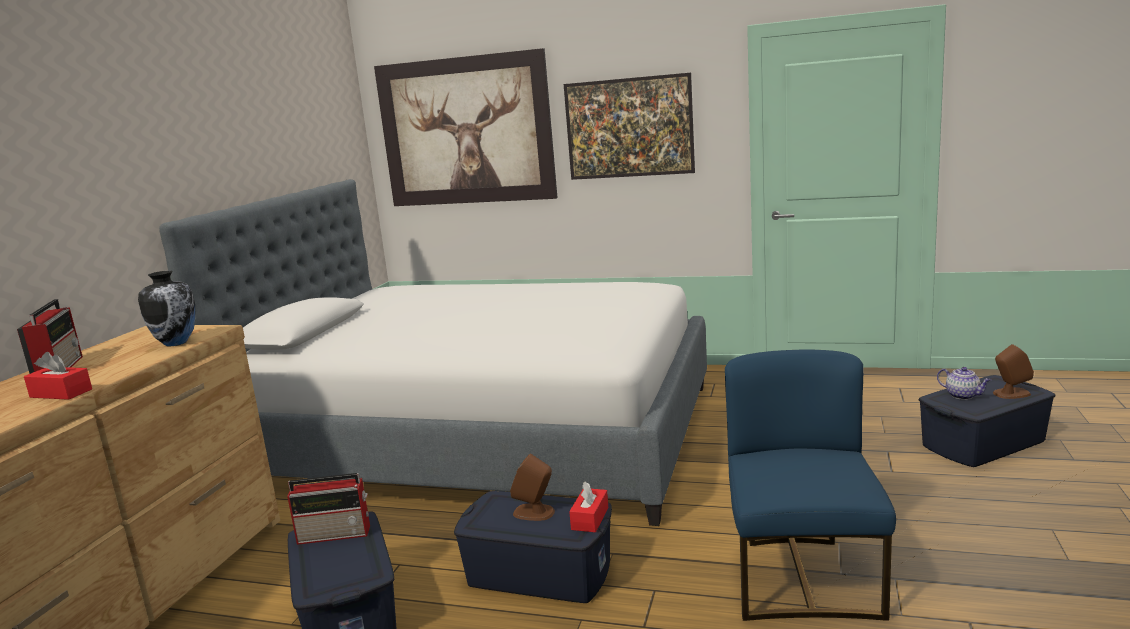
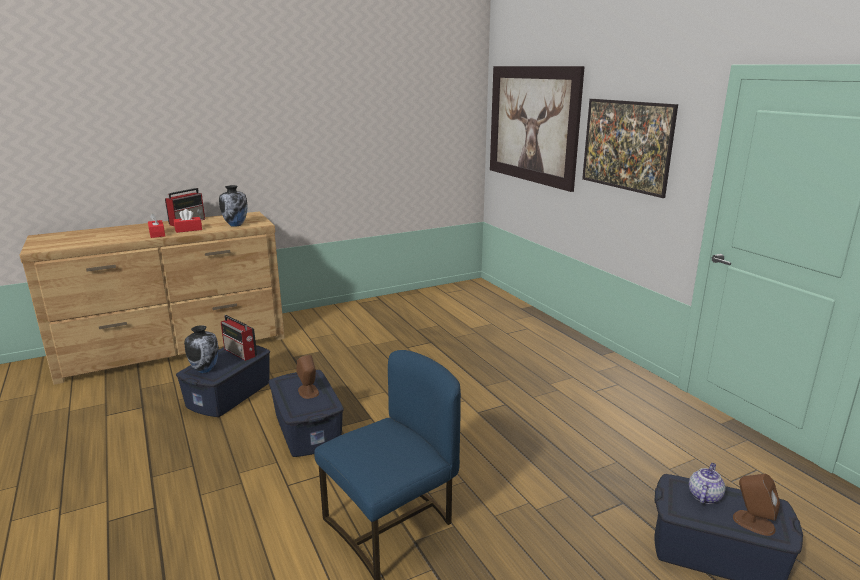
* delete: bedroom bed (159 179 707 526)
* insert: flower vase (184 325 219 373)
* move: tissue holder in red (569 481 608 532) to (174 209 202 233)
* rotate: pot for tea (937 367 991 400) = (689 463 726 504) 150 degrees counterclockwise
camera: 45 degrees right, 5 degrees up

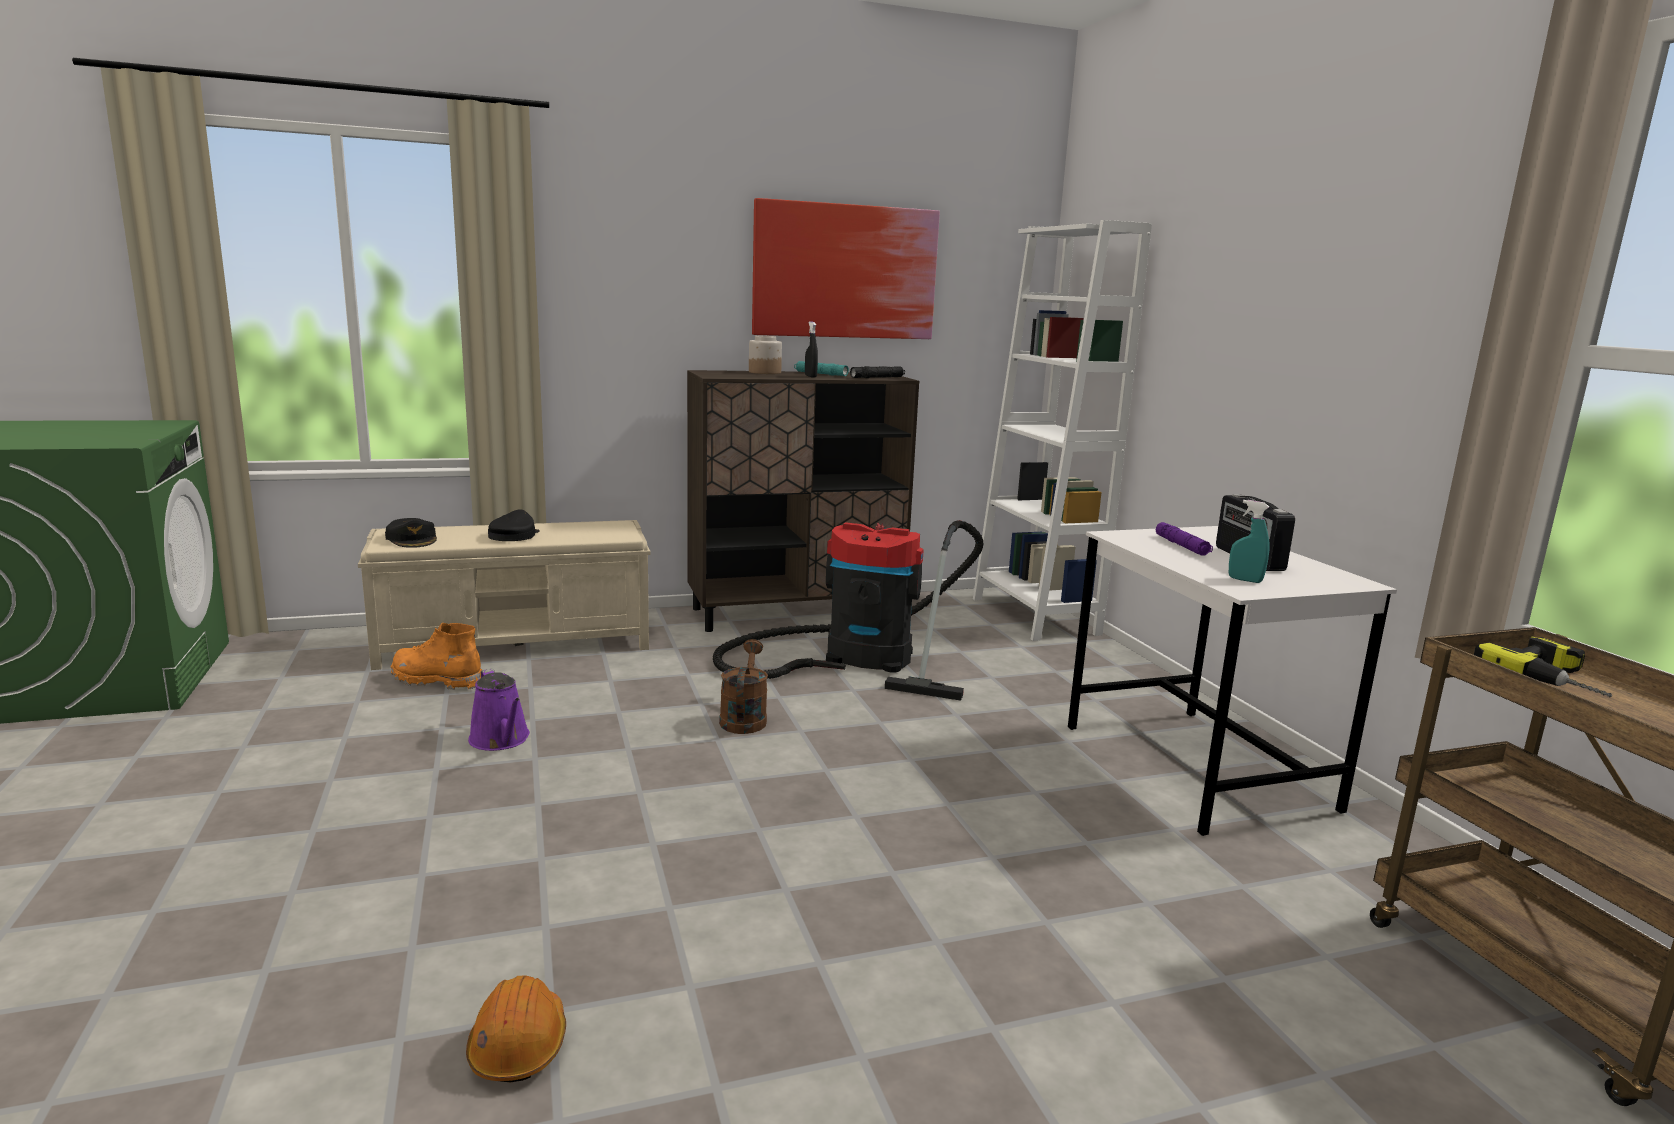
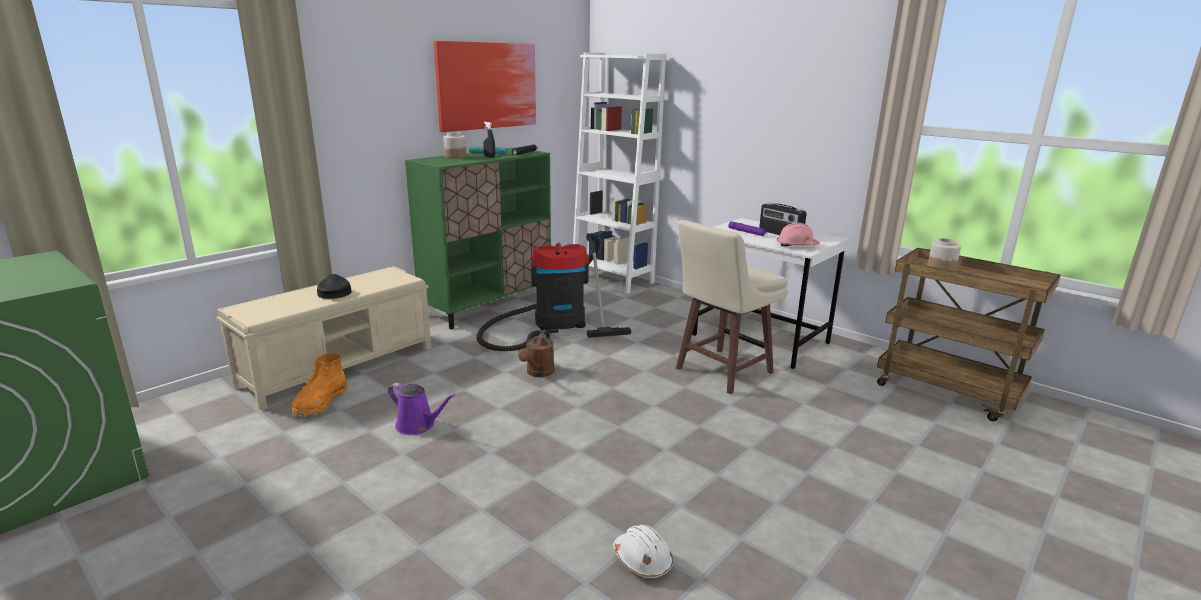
* delete: cap in blackish (385 518 437 548)
* insert: stool seat in sand-coloured (676 220 788 394)
* replace: spray bottle in turquoise (1229 500 1270 583) to hard hat in pink-coloured (777 223 820 247)
* replace: drill (1474 636 1612 697) to storage jar (927 238 961 271)
* recolor: hard hat in orange (466 975 566 1082) to hard hat in white-coloured (613 525 673 578)
* recolor: cabinet in brown-coloured (687 370 919 632) to cabinet in green-coloured (405 147 551 329)
* rotate: high-top boot in orange (390 623 482 690) = (292 353 348 418) 60 degrees counterclockwise
* rotate: sprinkling can in brown-coloured (719 639 768 734) = (518 330 555 377) 135 degrees counterclockwise
camera: 30 degrees left, 5 degrees up

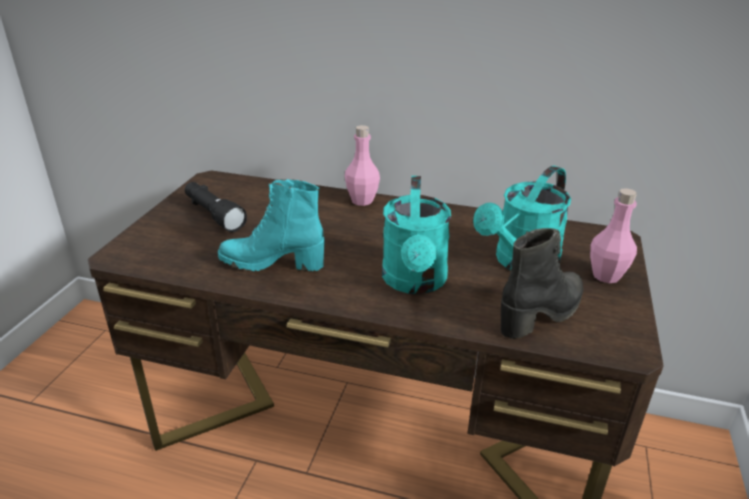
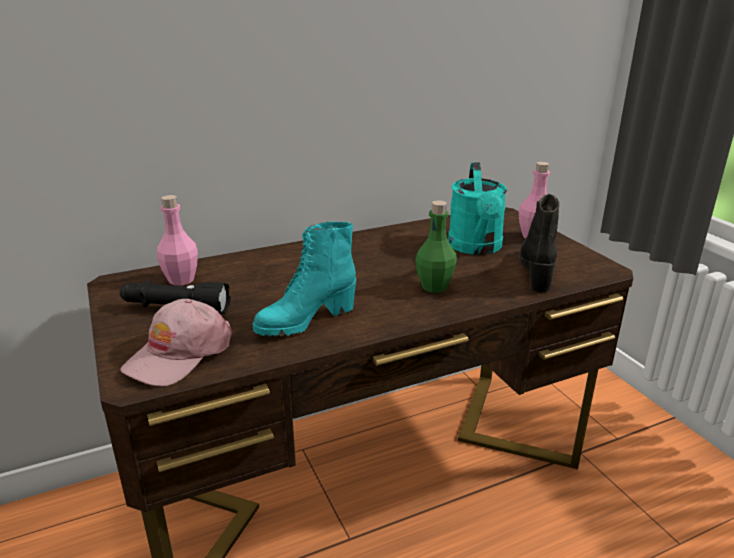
* insert: cap in pink-coloured (120 299 232 386)
* move: drink bottle in pink-coloured (345 125 380 206) to (157 195 198 286)
* replace: sprinkling can in turquoise (382 176 451 294) to drink bottle in green-coloured (415 200 457 293)
camera: 40 degrees left, 5 degrees down

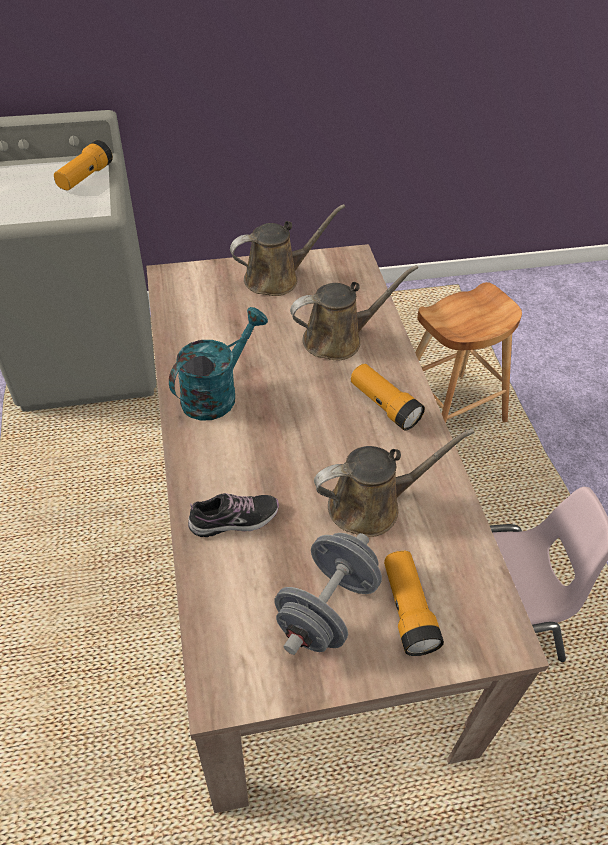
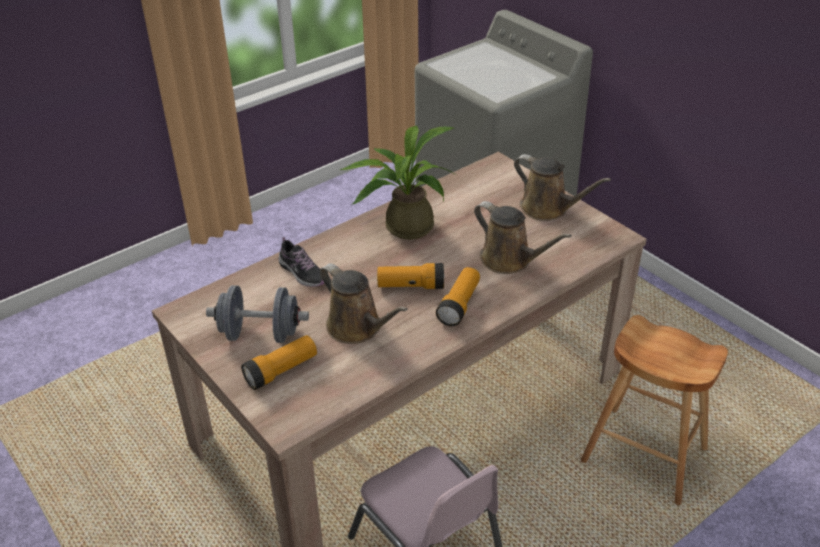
* move: flashlight (54 140 113 190) to (377 263 444 289)
* replace: sprinkling can in turquoise (169 307 268 421) to houseplant (339 126 457 239)
camera: 65 degrees right, 10 degrees down

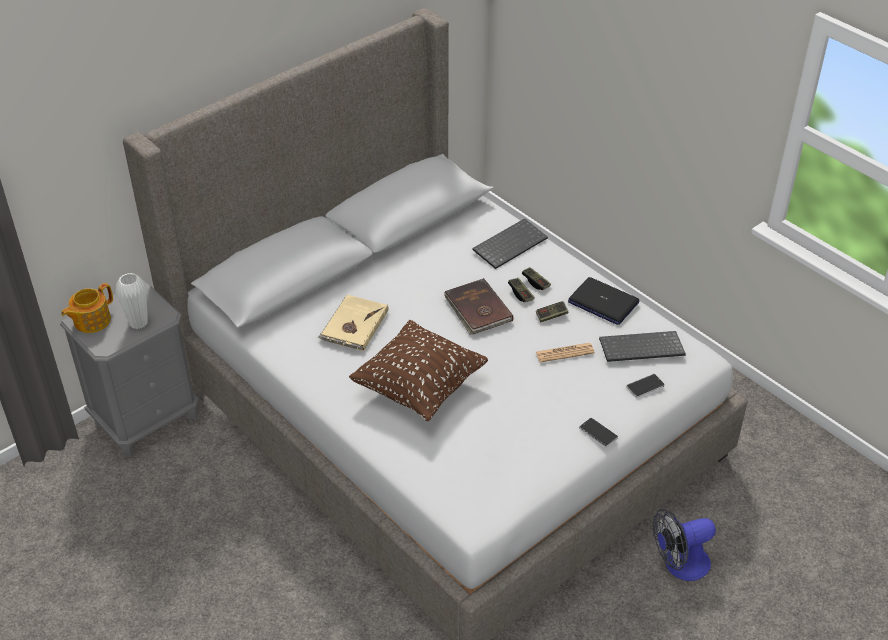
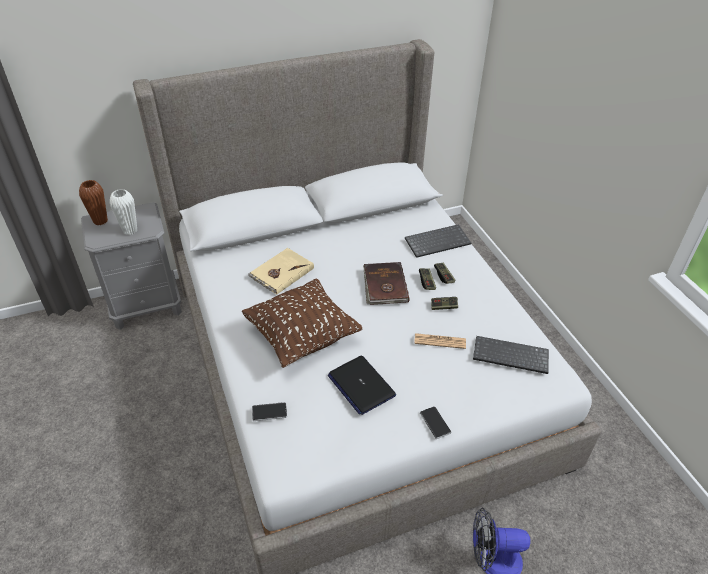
* move: notebook computer (568 277 640 325) to (328 355 396 415)
* move: telephone (626 374 665 398) to (252 402 287 421)
* replace: pot for tea (61 283 113 333) to flower vase in brown-coloured (79 180 108 225)
camera: 20 degrees right, 0 degrees up

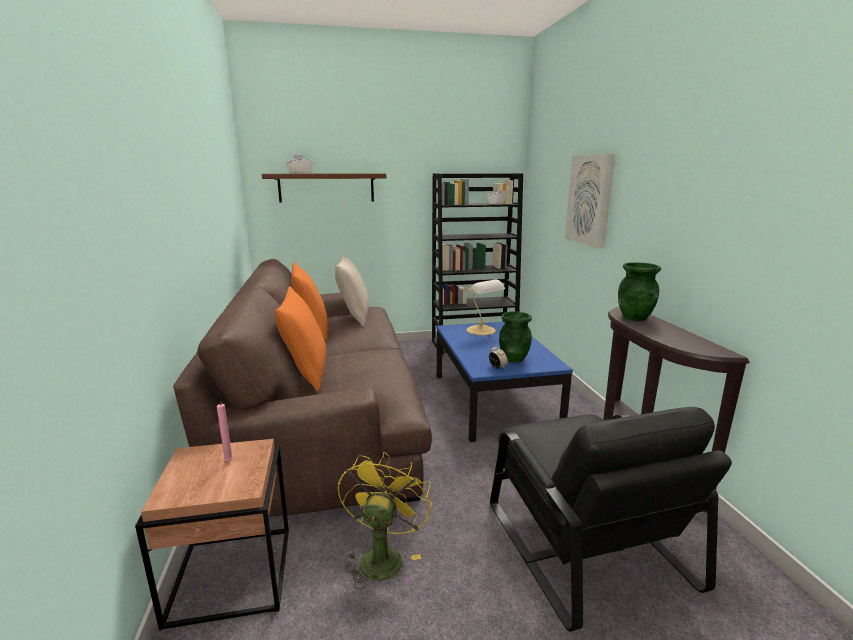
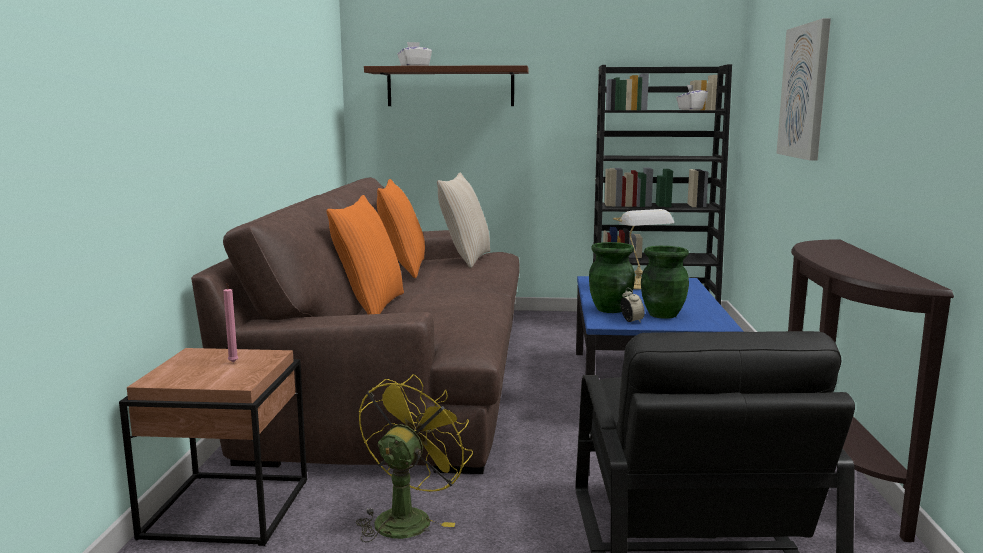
* move: flower vase in green-coloured (618 262 661 321) to (589 242 635 313)
camera: 15 degrees right, 5 degrees down

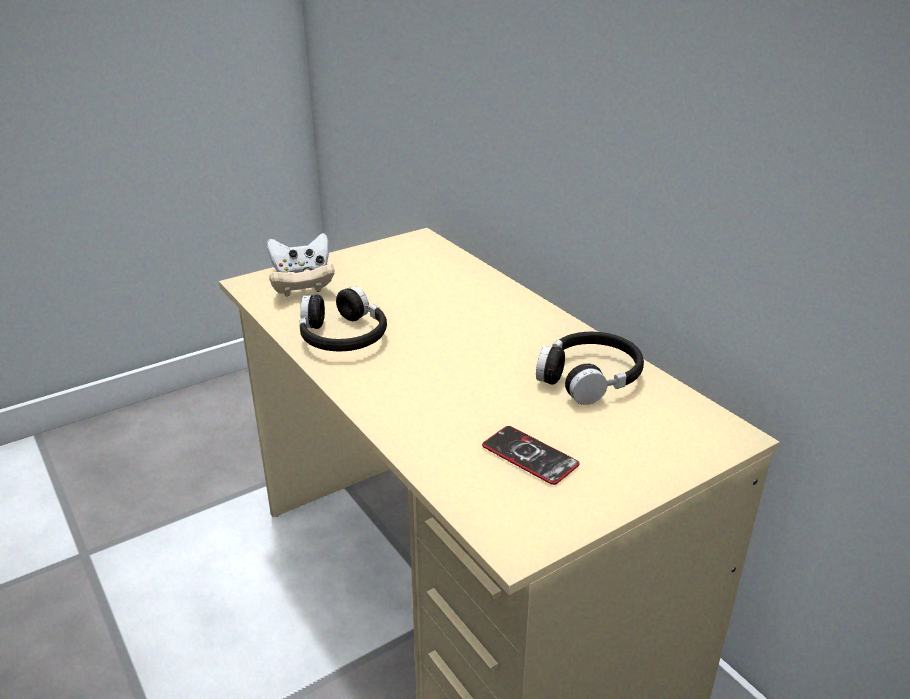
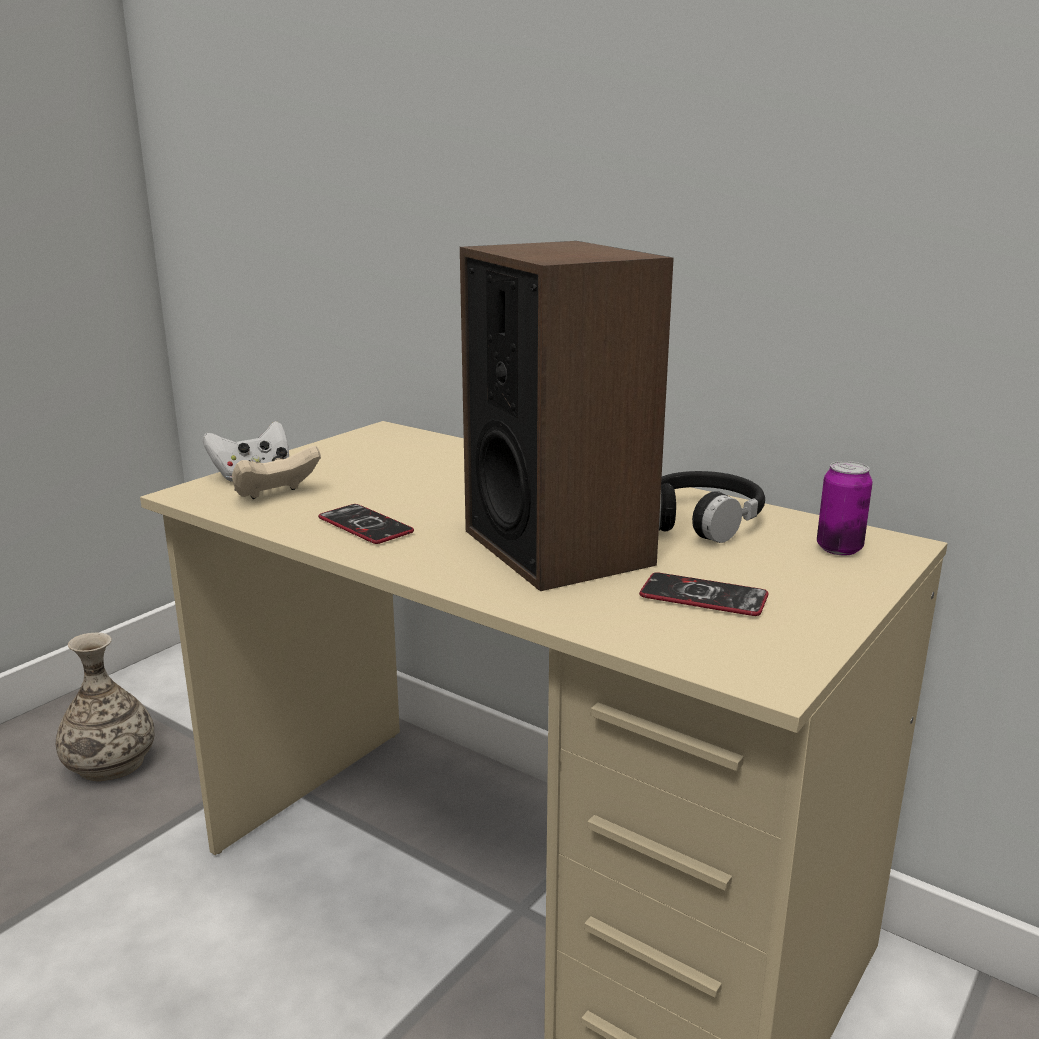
* insert: flower vase (56 633 155 781)
* insert: loudspeaker (460 241 674 591)
* insert: can (817 461 873 555)
* replace: headphones in blackish (299 286 387 351) to telephone (318 504 414 544)
camera: 20 degrees left, 10 degrees down

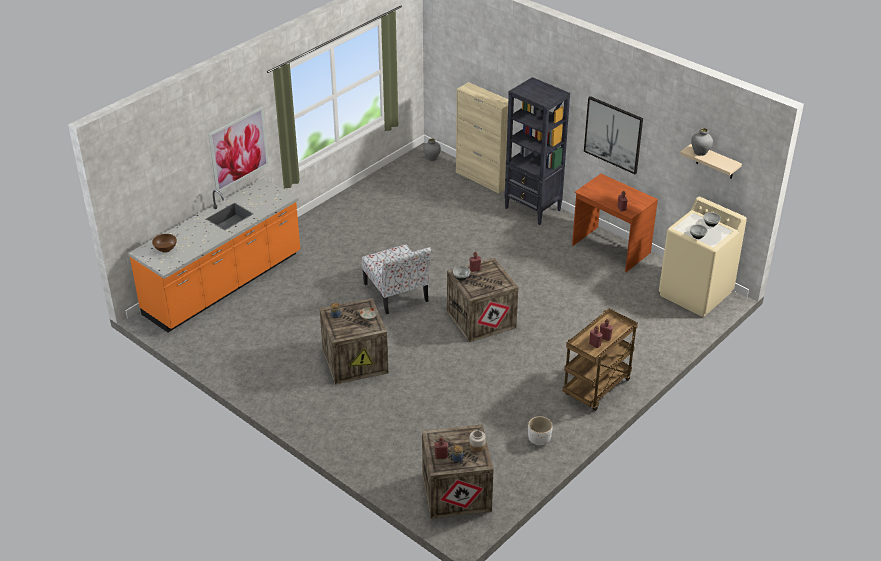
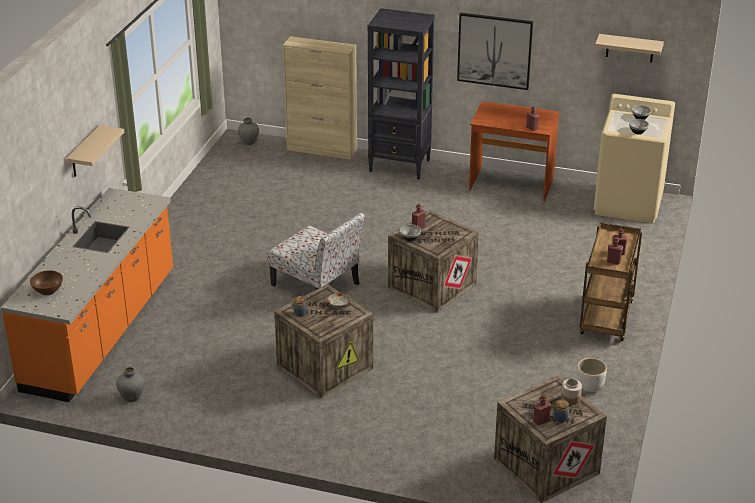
* move: flower vase in greyish (691 128 713 156) to (116 367 145 402)
* replace: picture (209 107 269 192) to wall shelf in sand-coloured (67 125 124 177)
camera: 25 degrees left, 5 degrees down

